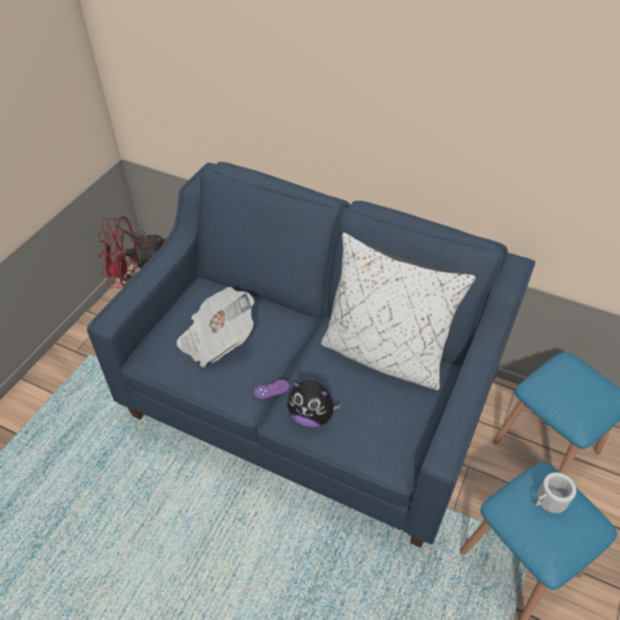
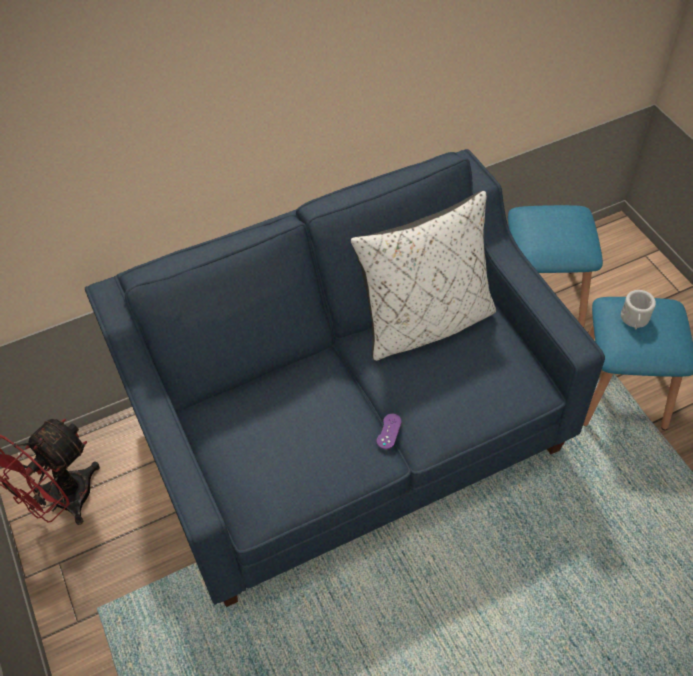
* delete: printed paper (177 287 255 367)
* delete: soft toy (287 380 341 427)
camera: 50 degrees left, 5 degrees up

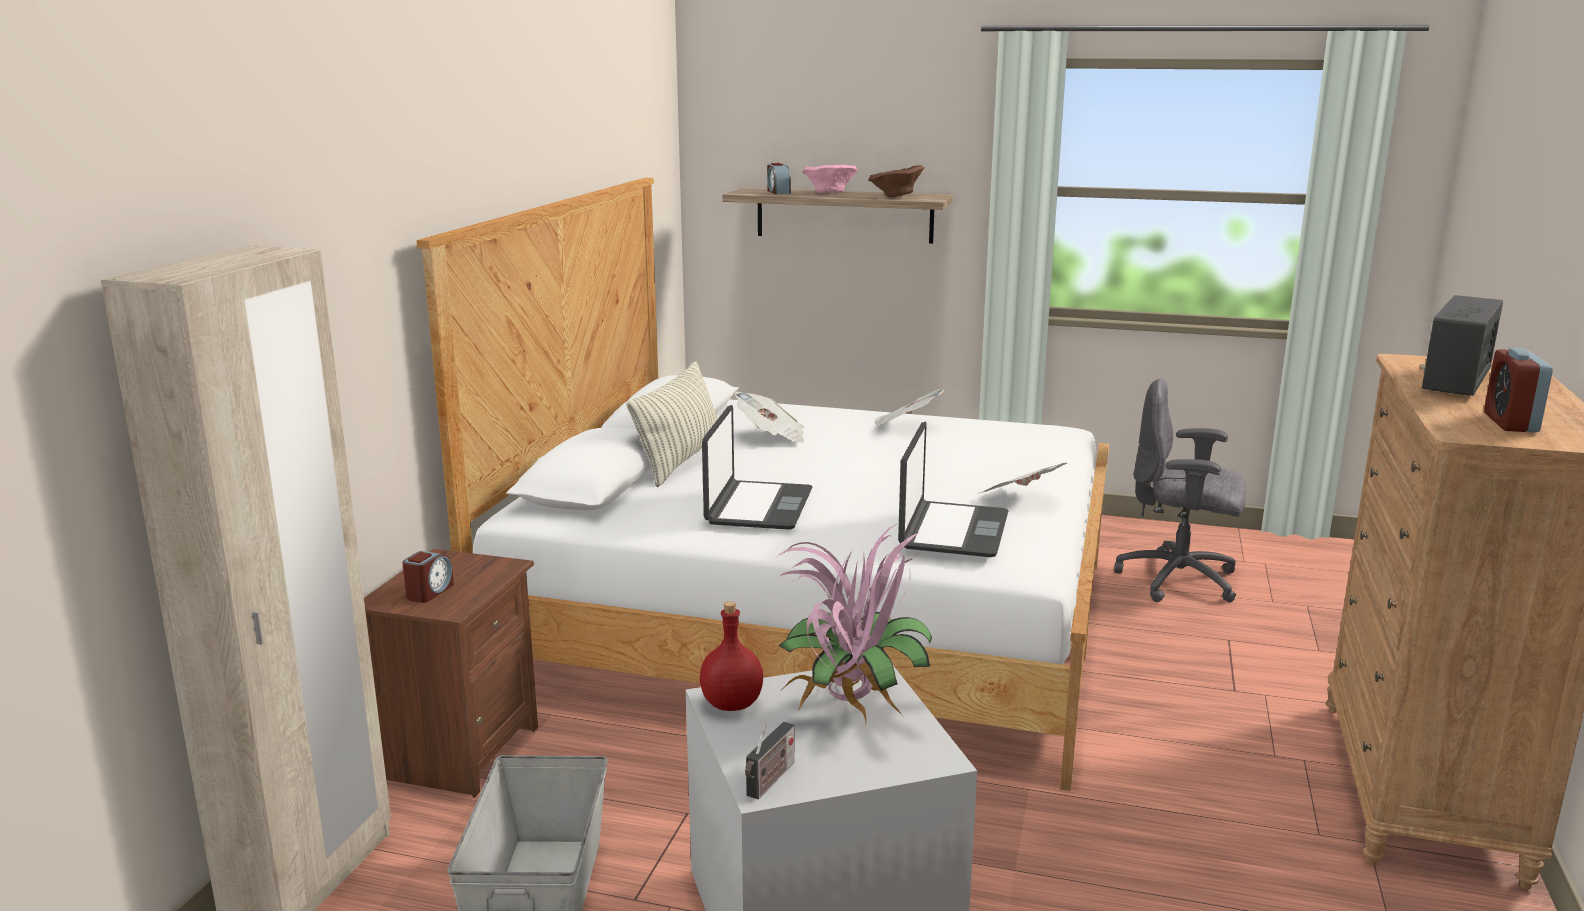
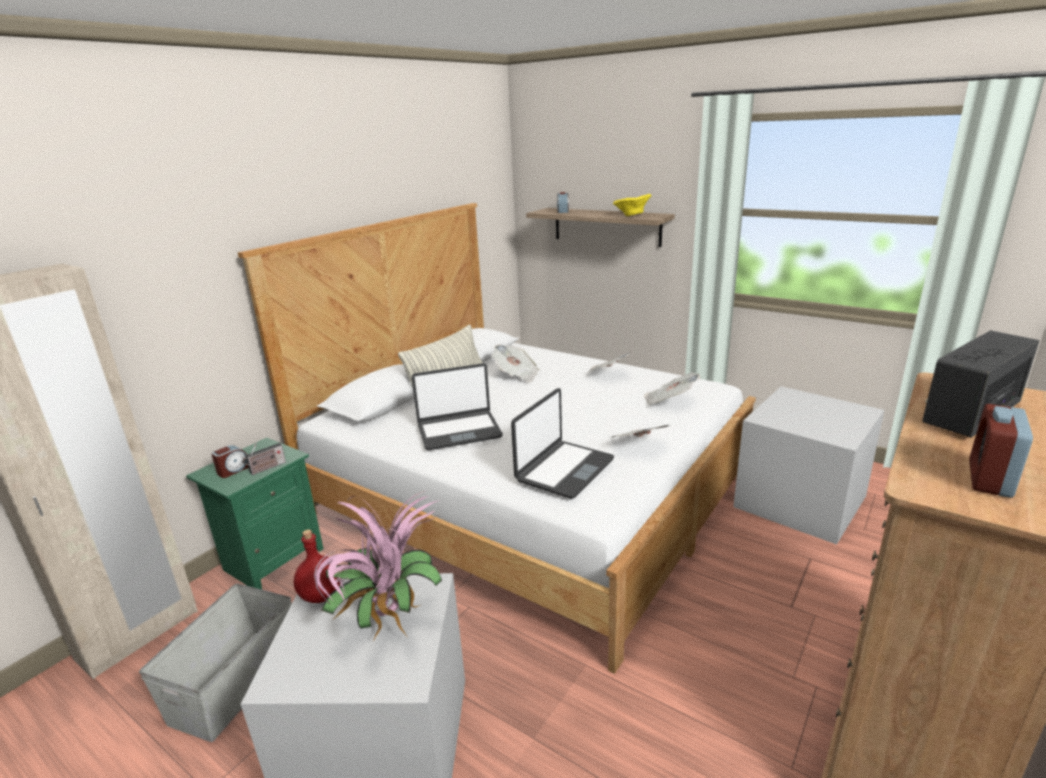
* delete: deep dish in pink-coloured (802 165 858 194)
* insert: printed paper (644 372 700 405)
* move: radio set (745 722 795 799) to (243 442 286 475)
* replace: office chair in greyish (1114 379 1246 602) to storage container in greyish (733 386 884 545)
* recolor: bedside table in brown-coloured (364 549 538 798) to bedside table in green-coloured (186 438 324 590)
* recolor: deep dish in brown-coloured (868 165 925 198) to deep dish in yellow-coloured (613 194 652 216)
* rotate: notebook computer (702 405 812 530) = (412 363 503 450) 45 degrees clockwise
camera: 20 degrees right, 5 degrees up

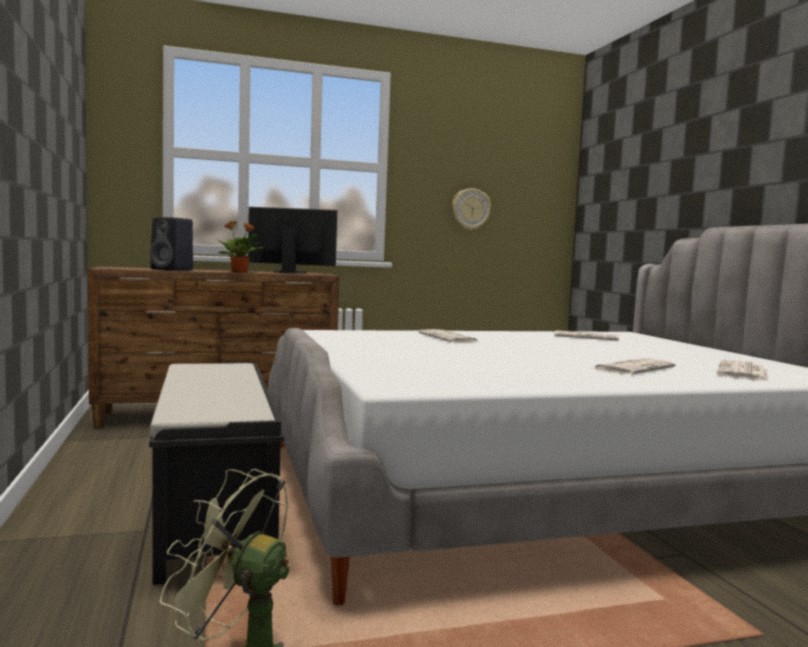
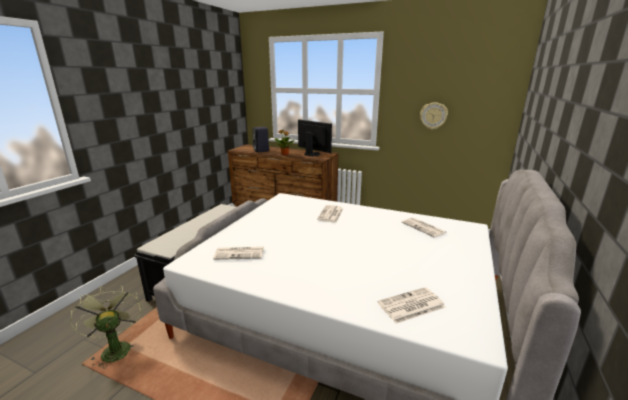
* move: printed paper (592 358 676 375) to (213 247 264 260)
camera: 40 degrees right, 15 degrees up

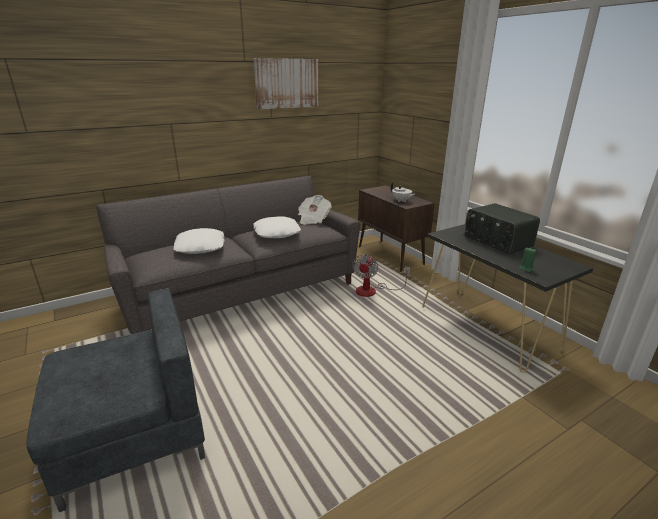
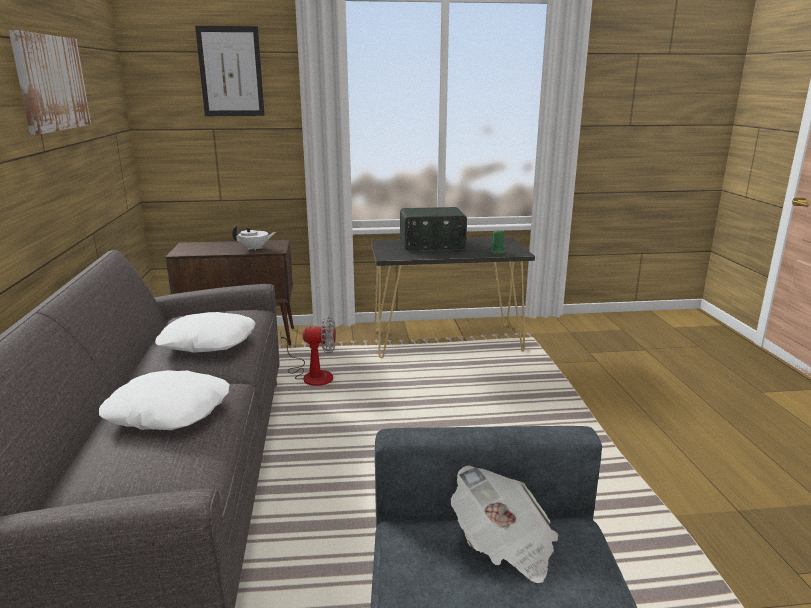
* insert: picture (195 26 265 116)
* move: printed paper (298 195 332 225) to (451 465 558 583)
* rotate: electric fan (352 254 410 297) = (280 317 336 386) 45 degrees counterclockwise
camera: 65 degrees left, 5 degrees down

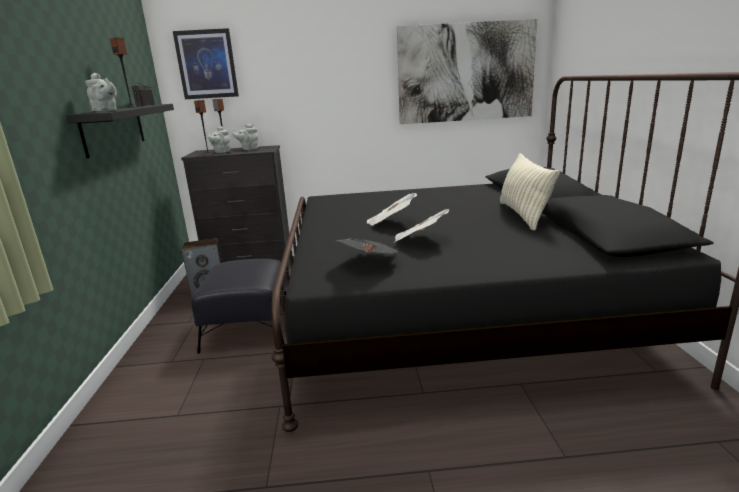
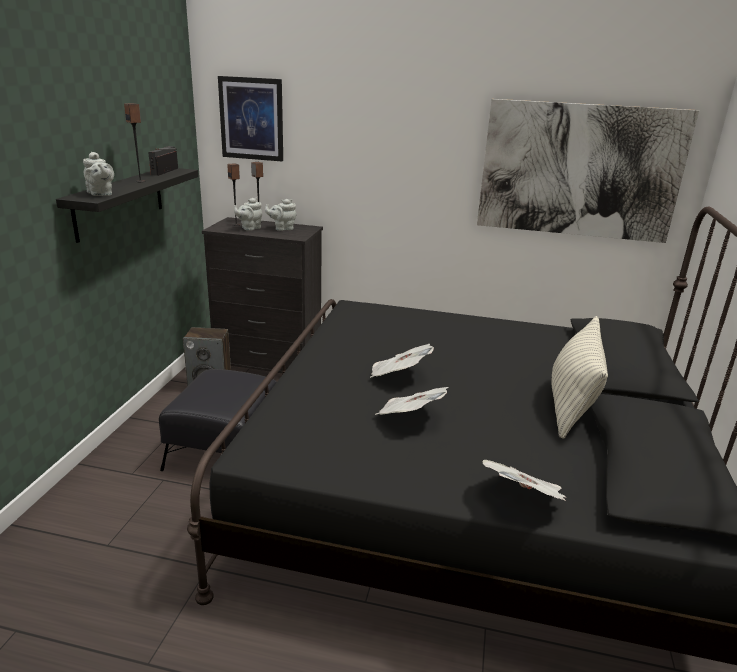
* move: printed paper (336 239 399 254) to (483 460 566 501)
camera: 15 degrees right, 5 degrees up

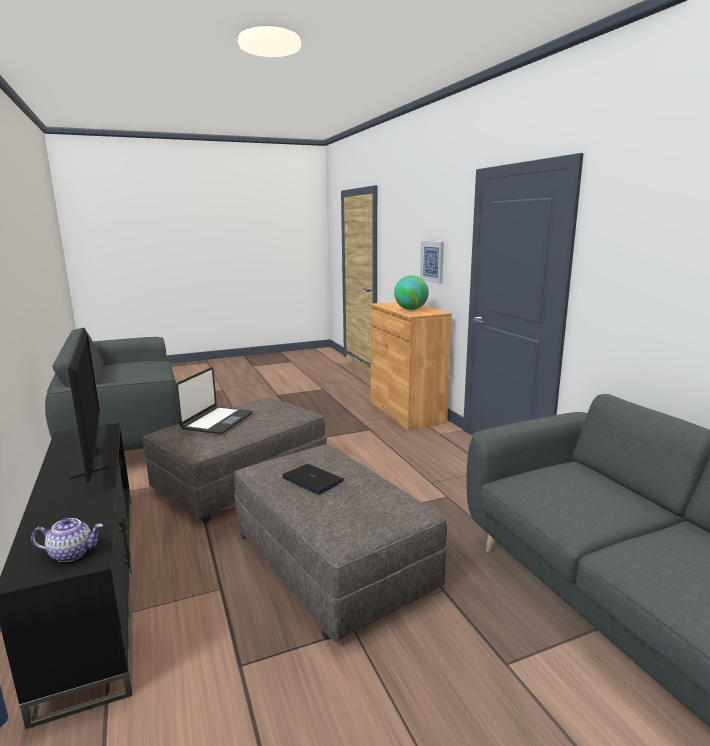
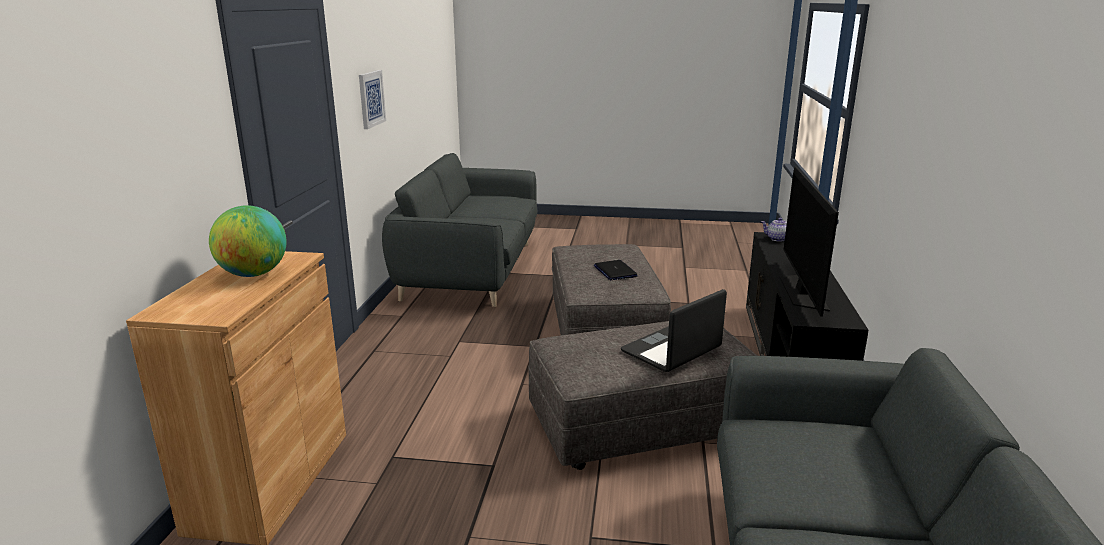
* move: picture (420 241 444 284) to (359 70 386 129)
camera: 150 degrees left, 5 degrees up

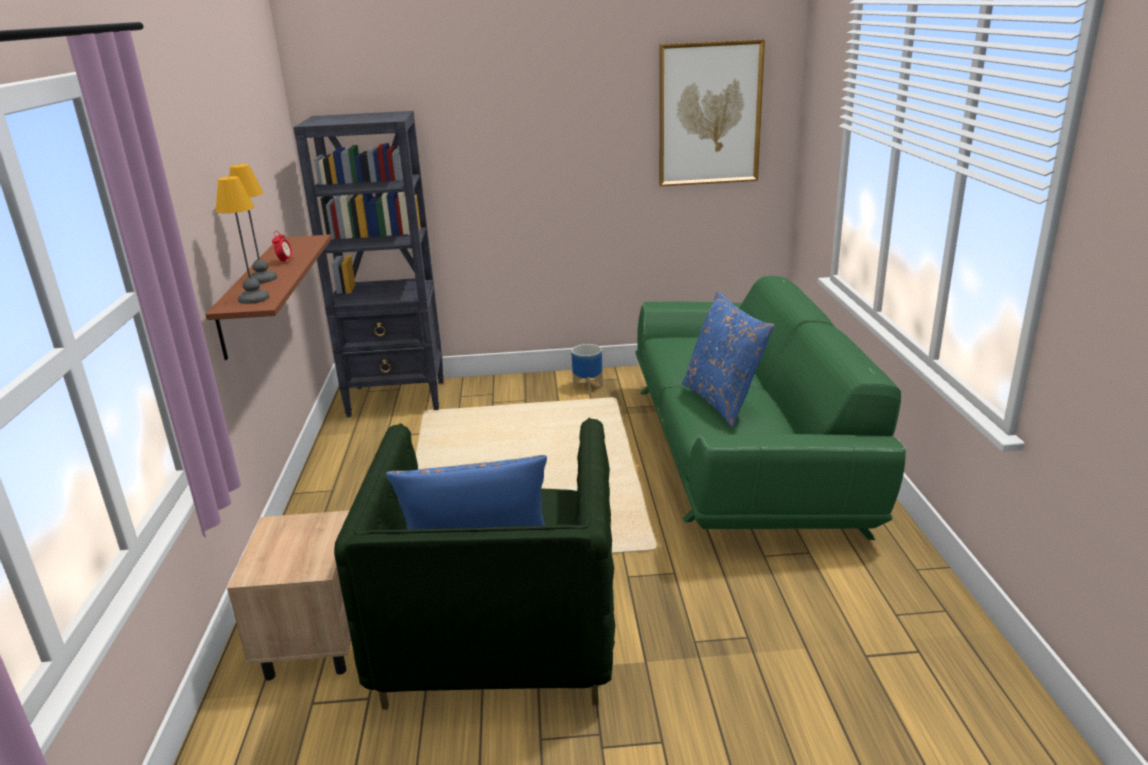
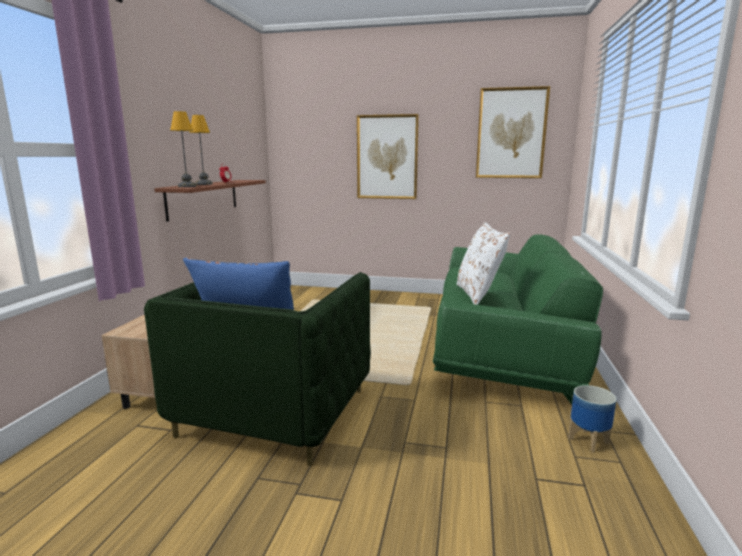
* delete: bookshelf in blackish (293 111 444 417)
* insert: picture (357 114 419 199)
* move: plant pot (571 344 603 394) to (568 385 617 452)
* recolor: pillow in blue (682 291 774 427) to pillow in white-coloured (457 222 510 305)
camera: 15 degrees right, 10 degrees down

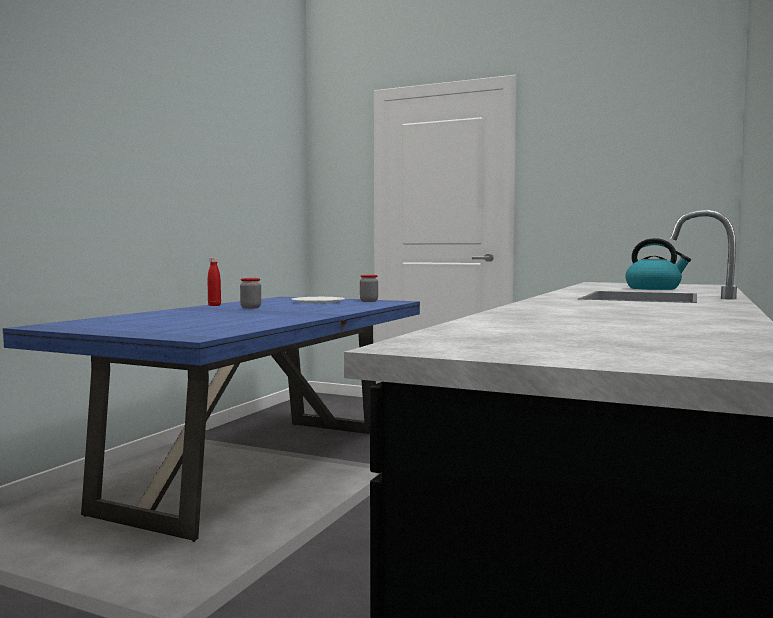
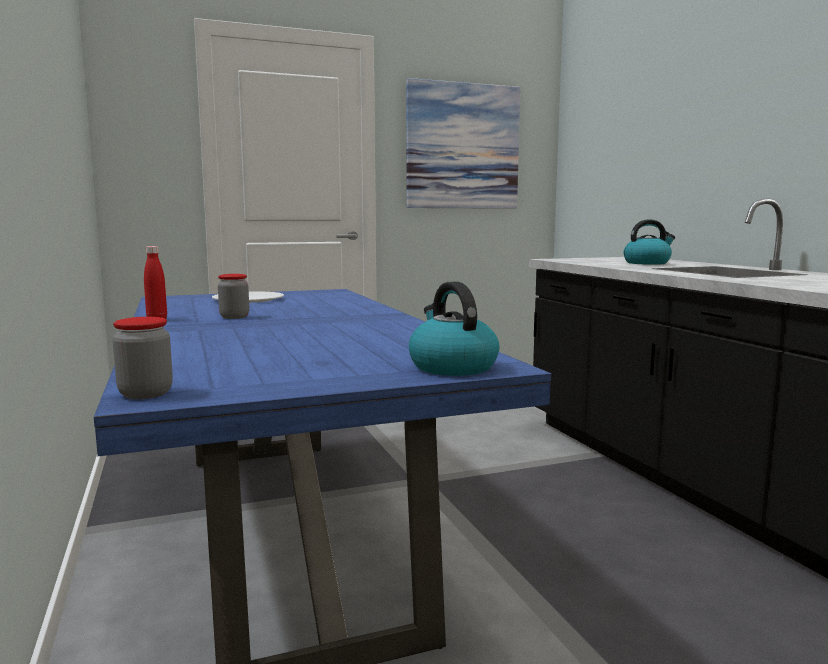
* insert: picture (406 78 520 209)
* insert: kettle (409 282 500 376)
* move: storage jar (360 275 378 302) to (113 317 173 399)
camera: 45 degrees left, 5 degrees up

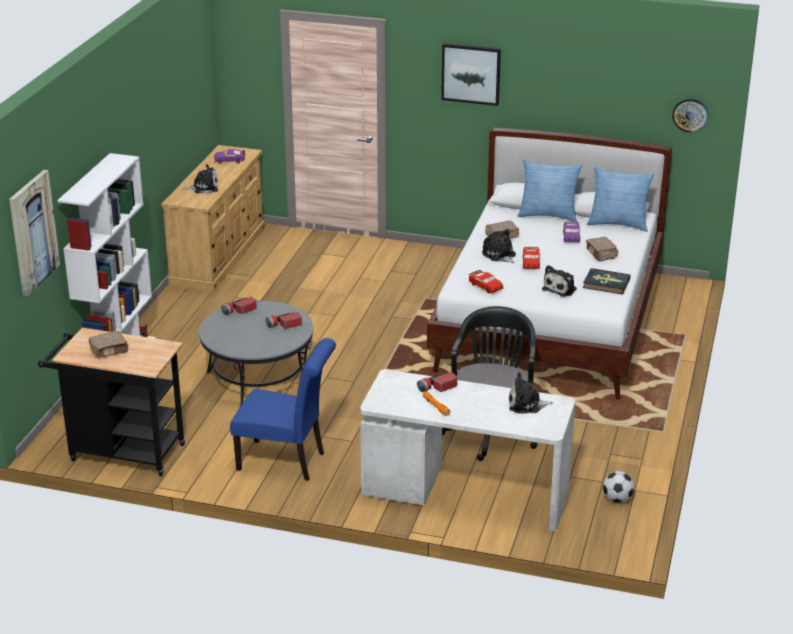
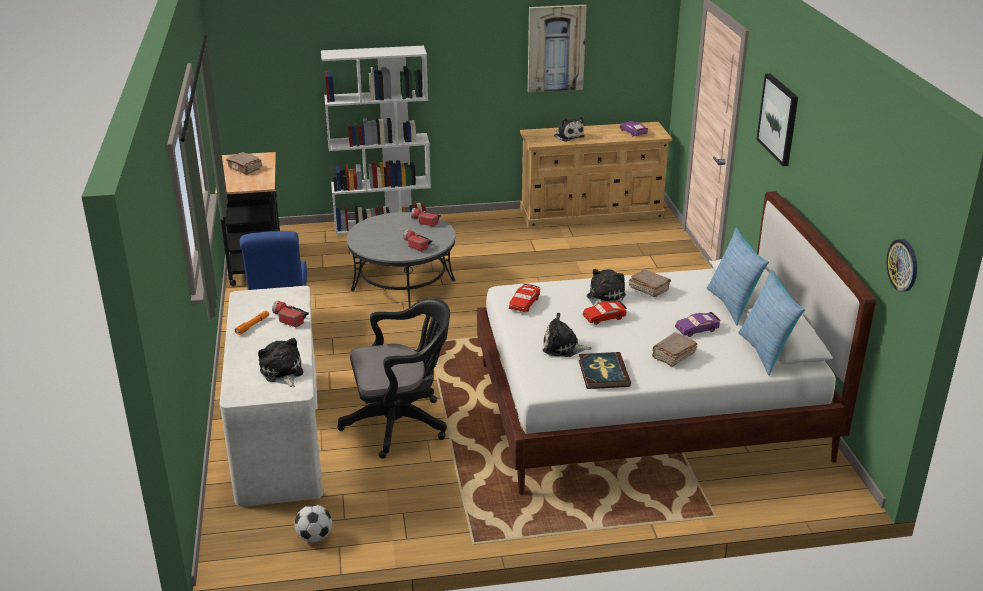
* move: picture (9 170 60 296) to (528 5 587 92)
camera: 65 degrees right, 0 degrees up

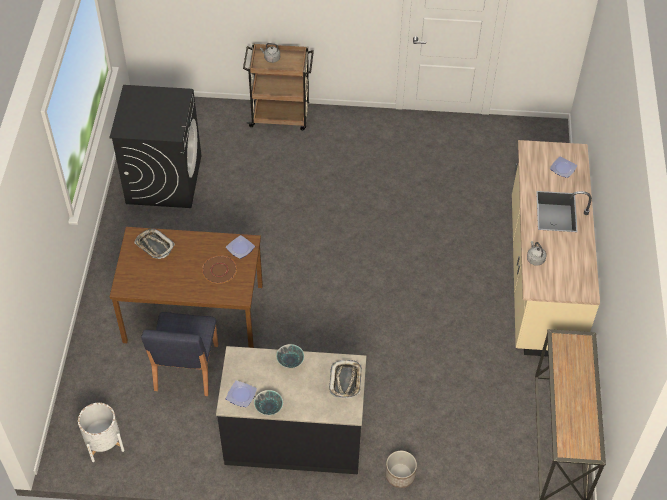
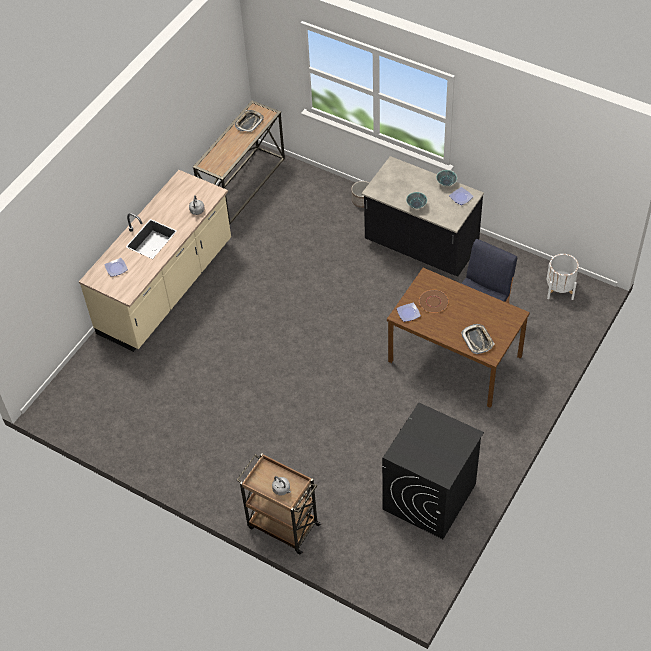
* move: carrying tray (329 360 362 398) to (235 110 264 132)
camera: 150 degrees left, 0 degrees up

